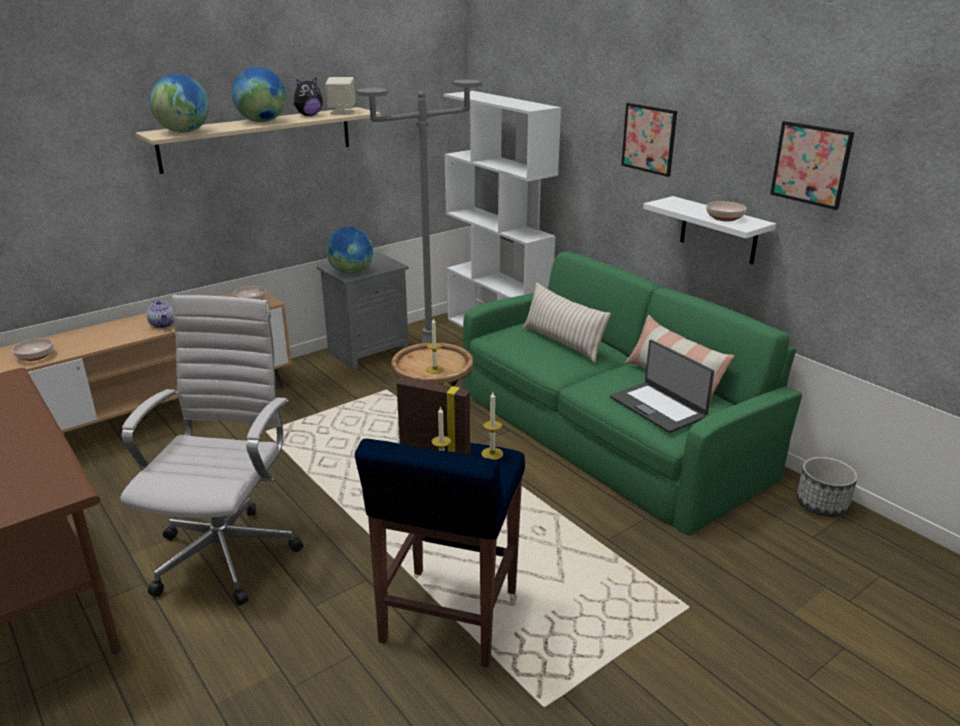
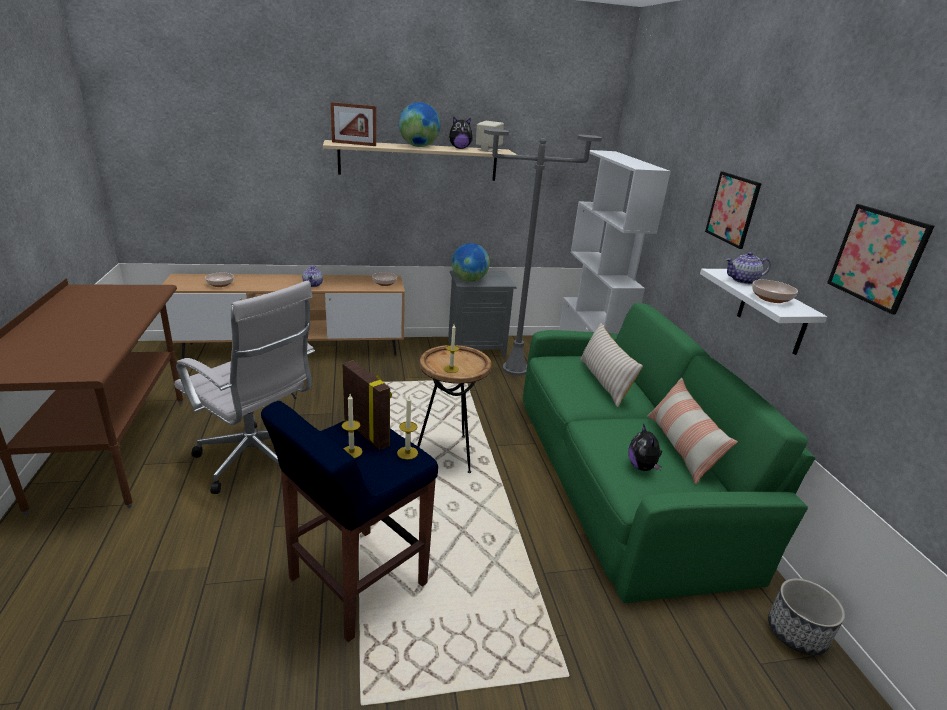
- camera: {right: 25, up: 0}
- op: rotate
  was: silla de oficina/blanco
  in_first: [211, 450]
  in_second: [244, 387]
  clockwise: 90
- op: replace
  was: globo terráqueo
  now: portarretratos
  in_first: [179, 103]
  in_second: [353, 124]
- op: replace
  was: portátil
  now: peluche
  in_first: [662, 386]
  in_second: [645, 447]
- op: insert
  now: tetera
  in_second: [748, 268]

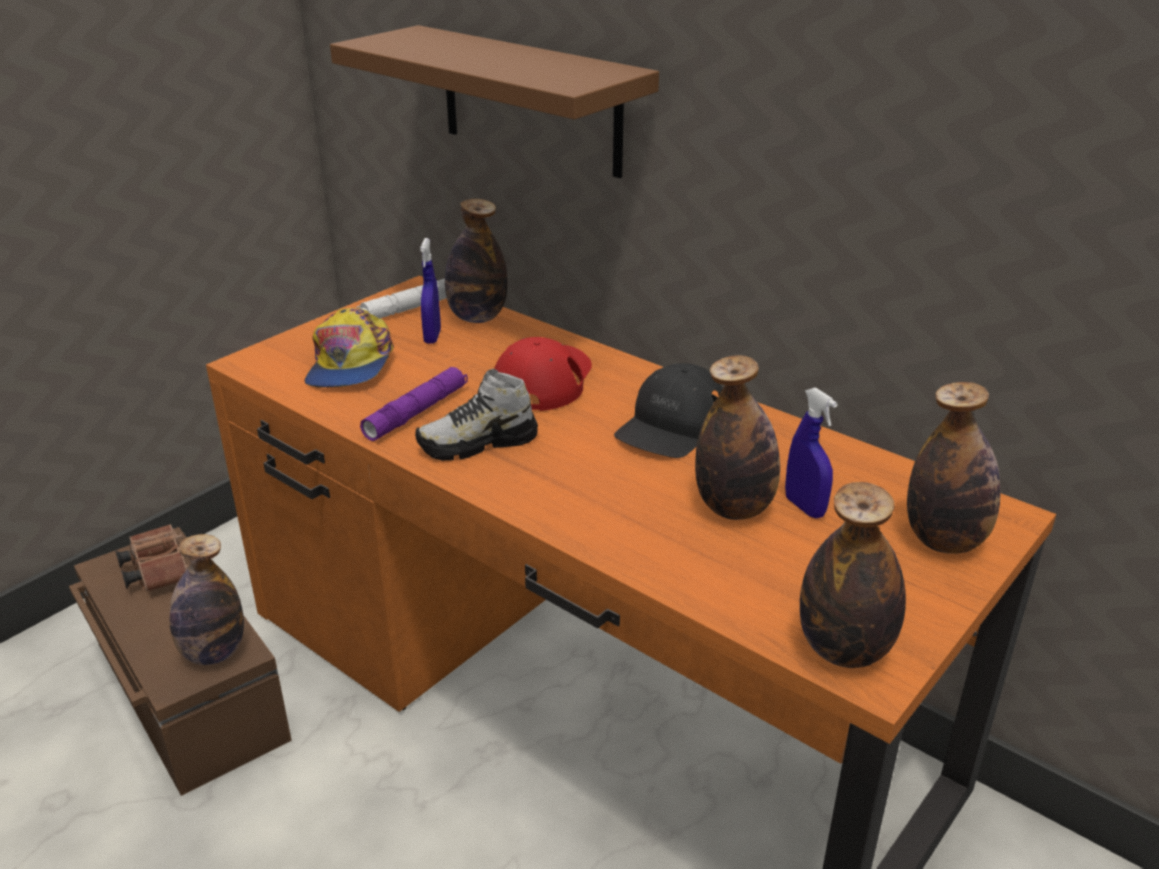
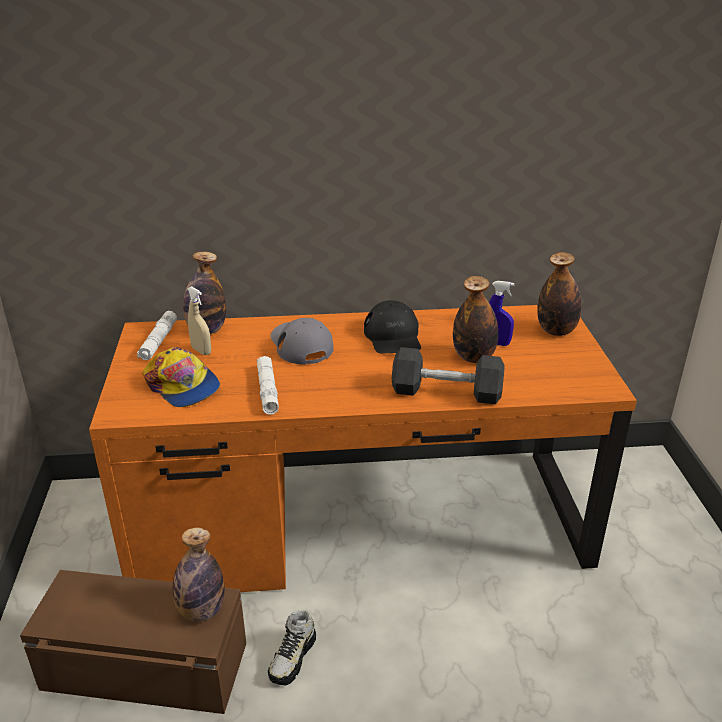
- camera: {right: -45, up: 0}
- op: recolor
  was: pulverizador/azul
  now: pulverizador/beis
  in_first: [430, 291]
  in_second: [199, 320]
- op: recolor
  was: linterna/morado
  now: linterna/blanco
  in_first: [414, 404]
  in_second: [268, 385]
- op: move
  was: zapato
  in_first: [476, 415]
  in_second: [292, 647]
- op: recolor
  was: gorra/rojo
  now: gorra/gris
  in_first: [543, 374]
  in_second: [302, 341]
- op: insert
  now: mancuerna/negro
  in_second: [448, 375]
- op: delete
  was: prismáticos/marrón
  in_first: [152, 557]
- op: delete
  was: estante/marrón
  in_first: [494, 101]
- op: delete
  was: botella
  in_first: [853, 575]

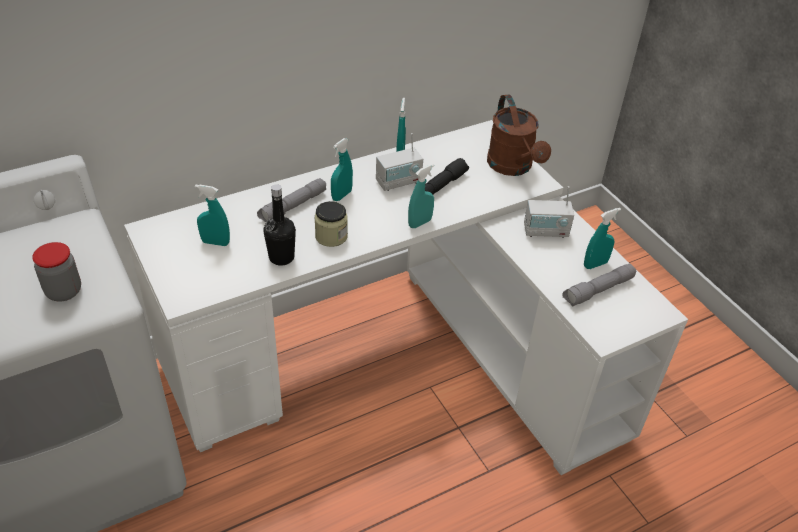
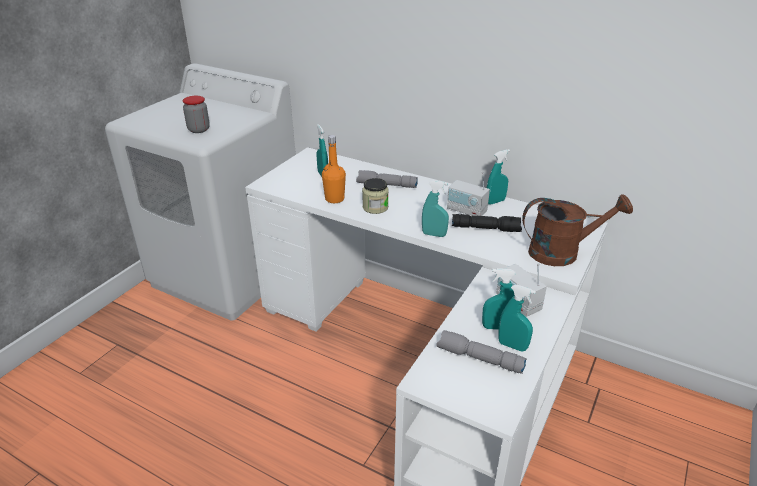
- camera: {right: 60, up: -10}
- op: recolor
  was: botella/negro
  now: botella/naranja
  in_first: [280, 225]
  in_second: [334, 169]
- op: move
  was: pulverizador/turquesa
  in_first: [342, 169]
  in_second: [499, 299]
- op: rotate
  was: regadera/marrón
  in_first: [519, 135]
  in_second: [577, 230]
  clockwise: -135

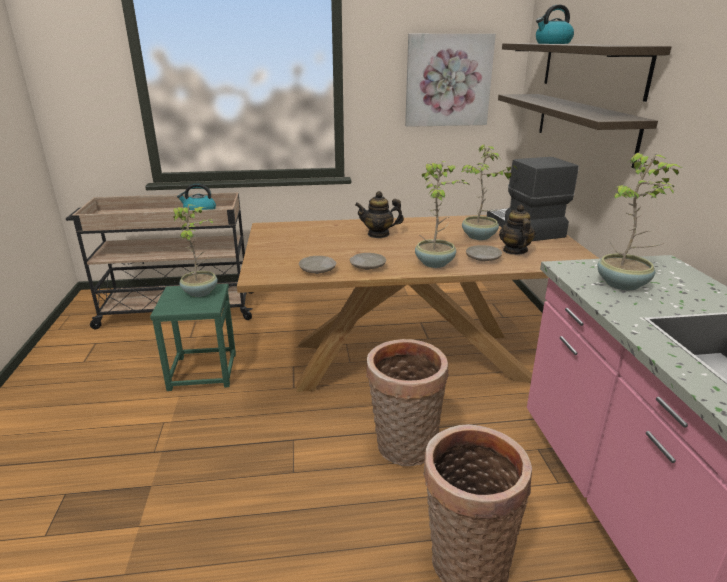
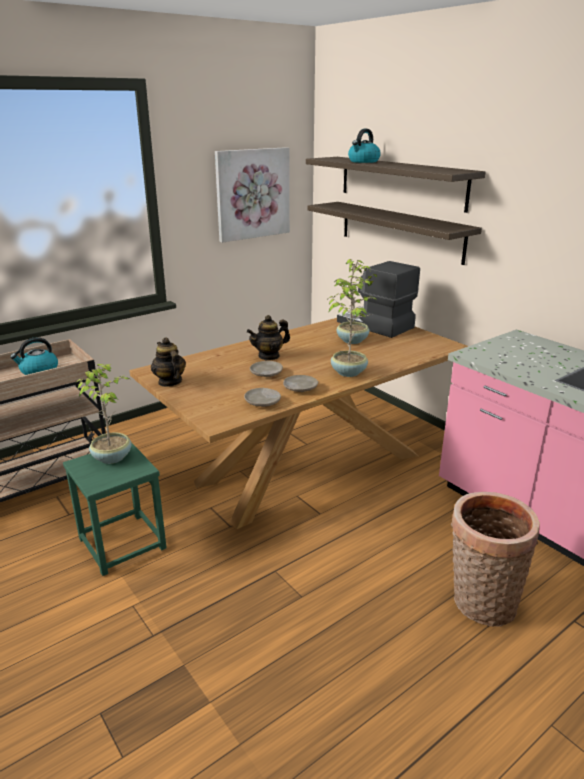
- camera: {right: -30, up: 0}
- op: move
  was: tetera
  in_first: [517, 230]
  in_second: [168, 362]
- op: move
  was: plato/beis
  in_first: [484, 253]
  in_second: [266, 369]
- op: delete
  was: cesta
  in_first: [407, 402]
- op: delete
  was: planta en maceta
  in_first: [640, 222]

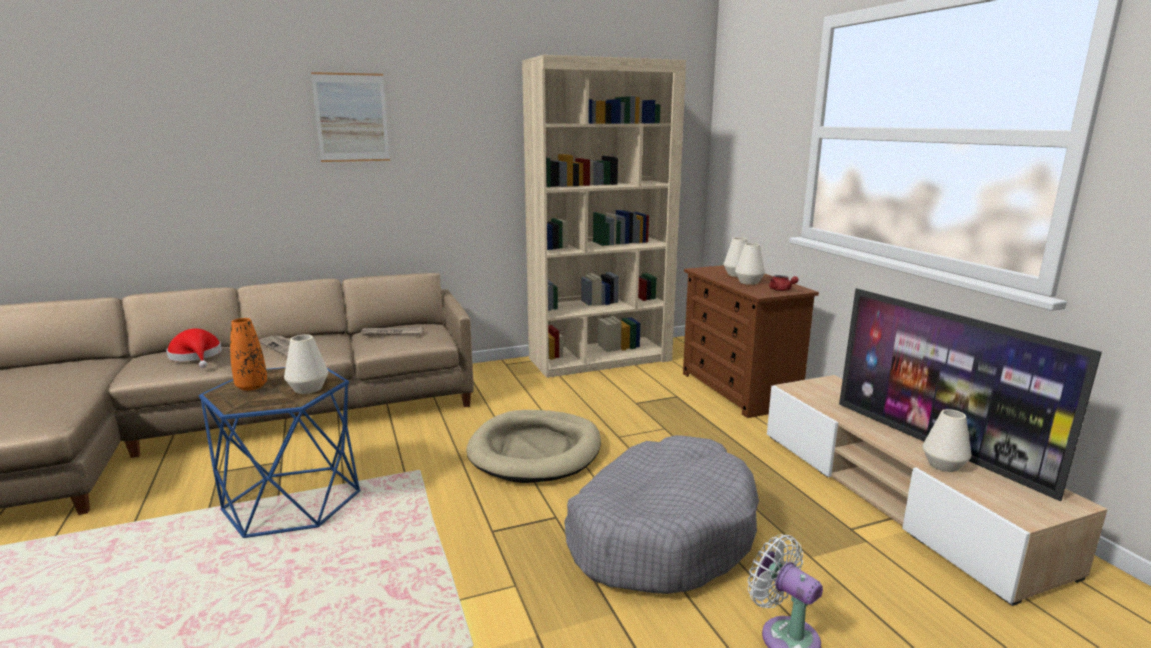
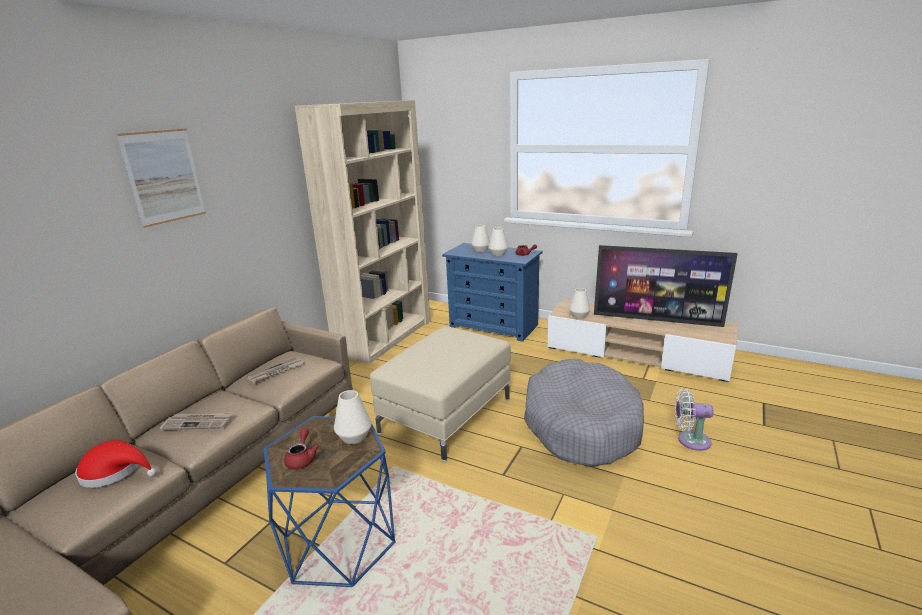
- camera: {right: -40, up: 5}
- op: replace
  was: florero/naranja
  now: tetera/rojo
  in_first: [248, 354]
  in_second: [301, 449]
- op: replace
  was: cama para perro/beis
  now: puf/beis
  in_first: [533, 446]
  in_second: [440, 394]
- op: recolor
  was: cómoda/marrón
  now: cómoda/azul
  in_first: [751, 341]
  in_second: [492, 292]
- op: move
  was: florero/blanco
  in_first: [947, 440]
  in_second: [579, 303]

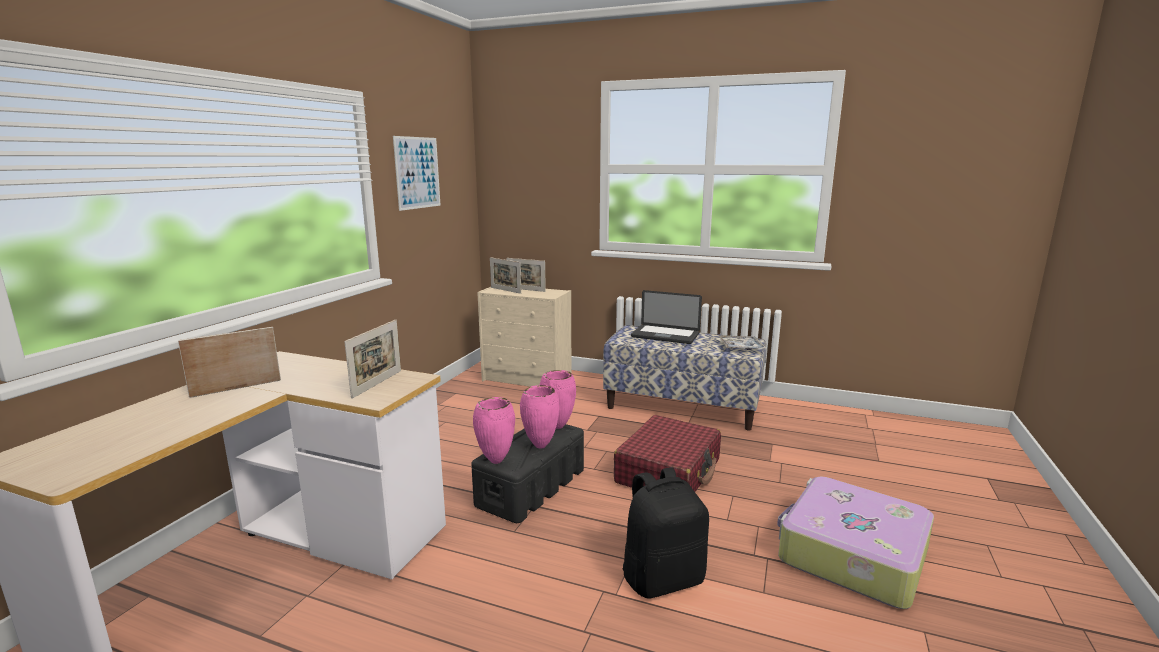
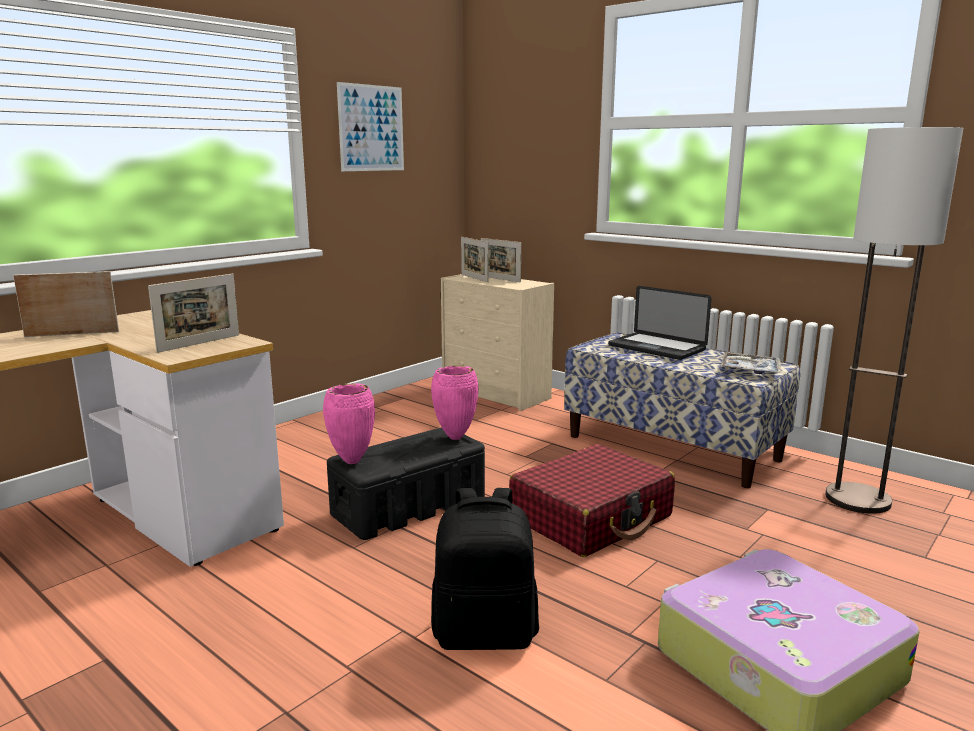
- camera: {right: 20, up: 0}
- op: insert
  now: lámpara de pie
  in_second: [894, 320]
- op: delete
  was: florero/rosa
  in_first: [540, 417]

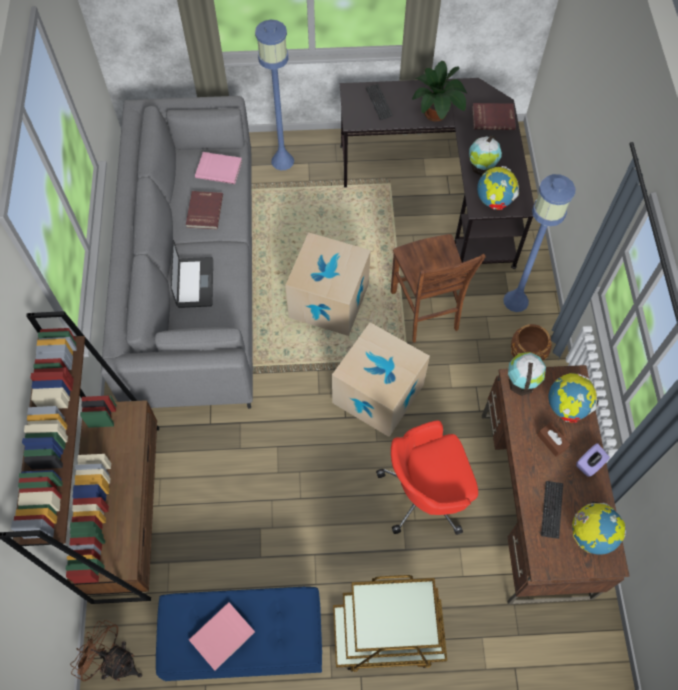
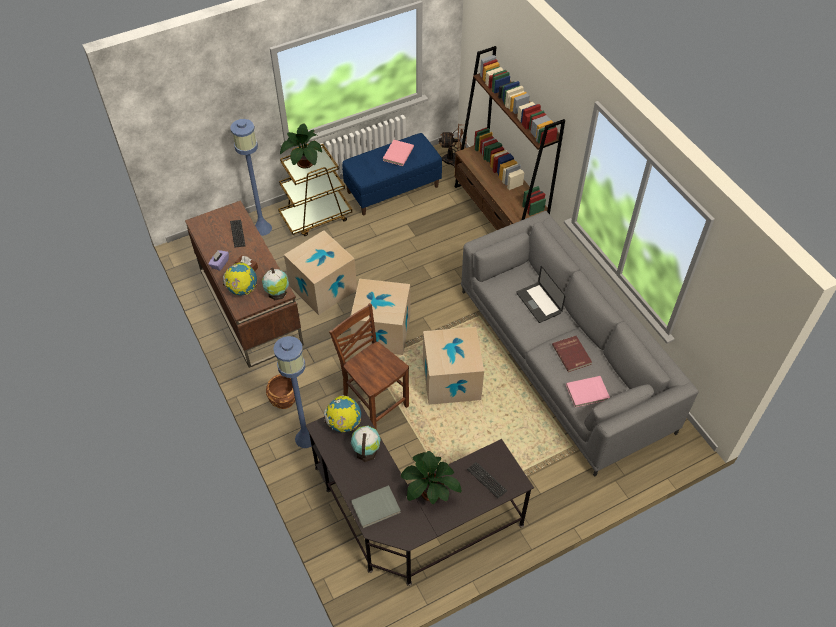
- camera: {right: 155, up: -10}
- op: move
  was: lámpara de pie/azul
  in_first: [274, 95]
  in_second: [251, 177]
- op: insert
  now: planta en maceta
  in_second: [301, 145]
- op: replace
  was: silla de oficina/rojo
  now: caja de cartón
  in_first: [427, 477]
  in_second: [320, 272]
- op: recolor
  was: libro/rojo
  now: libro/gris
  in_first: [494, 116]
  in_second: [376, 506]
- op: delete
  was: globo terráqueo
  in_first: [599, 528]

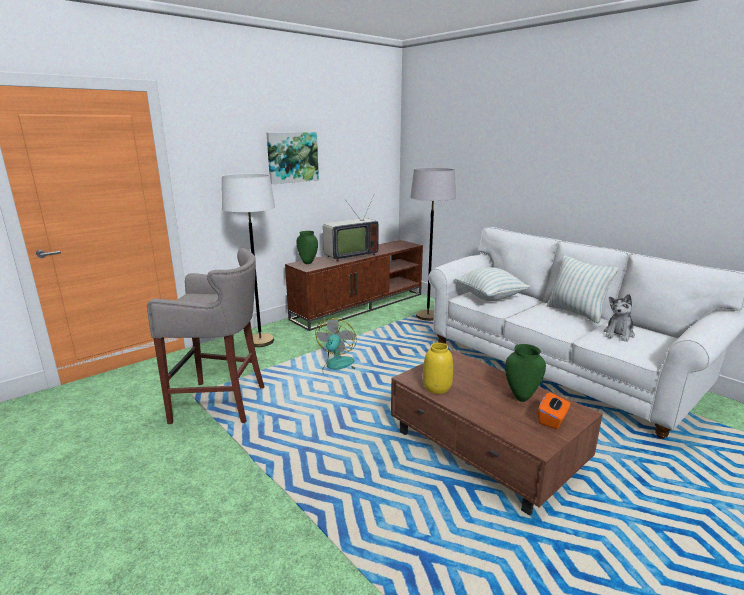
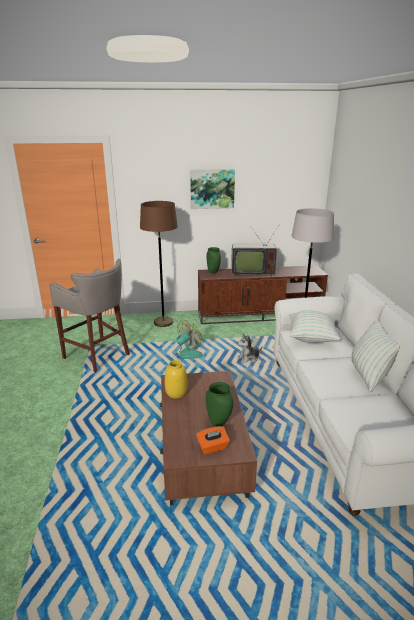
- camera: {right: 35, up: 5}
- op: recolor
  was: lámpara de pie/blanco
  now: lámpara de pie/marrón
  in_first: [248, 260]
  in_second: [159, 264]
- op: move
  was: peluche
  in_first: [619, 318]
  in_second: [249, 348]

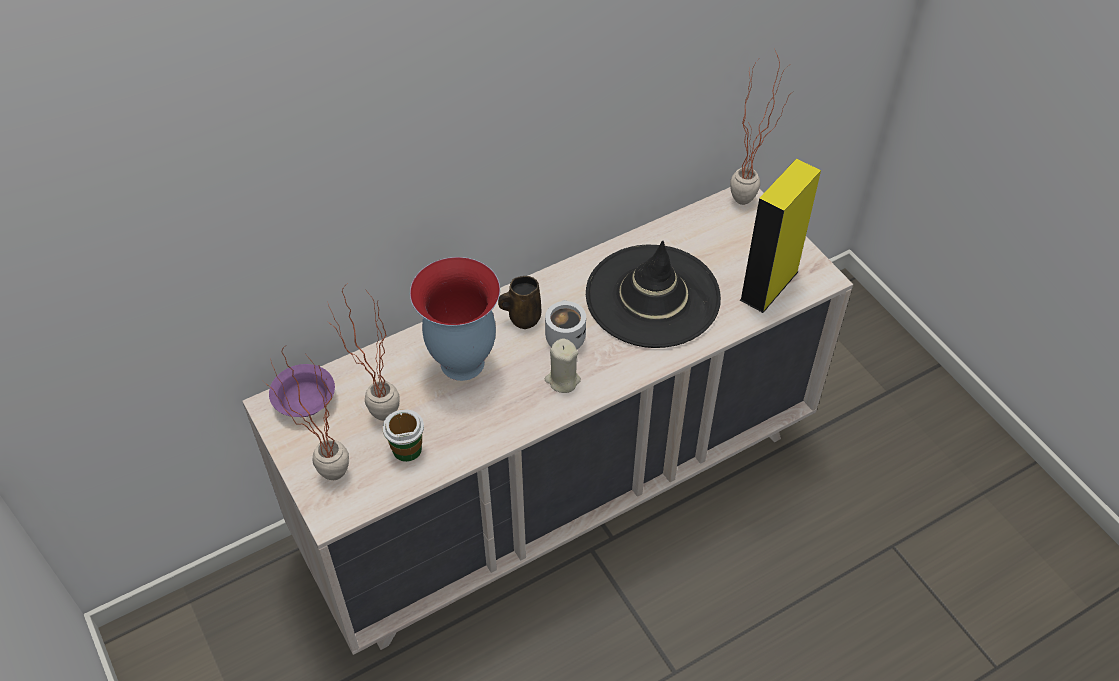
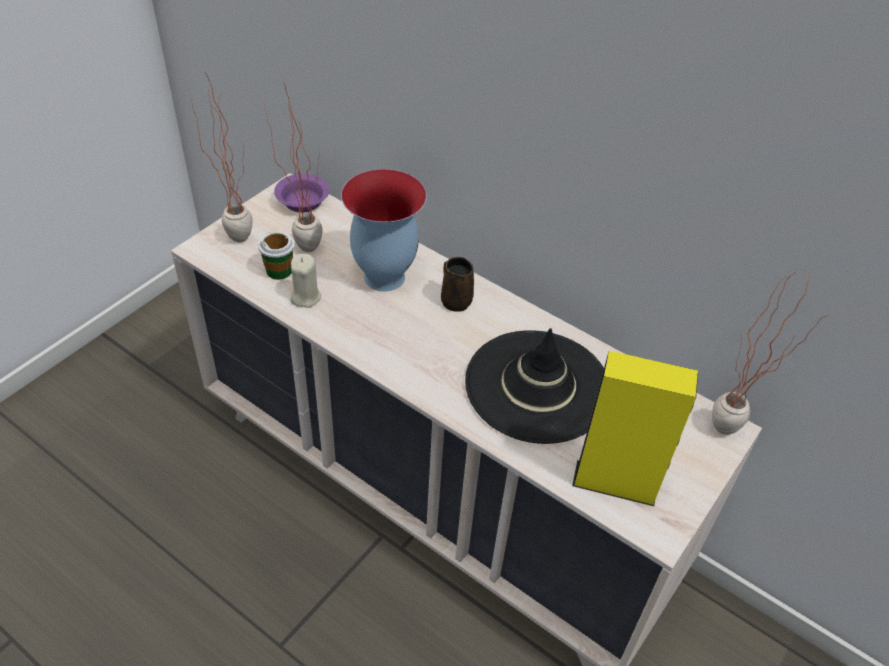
- camera: {right: 65, up: -5}
- op: move
  was: vela/beis
  in_first: [563, 365]
  in_second: [305, 281]
- op: delete
  was: taza grande/blanco
  in_first: [565, 324]

